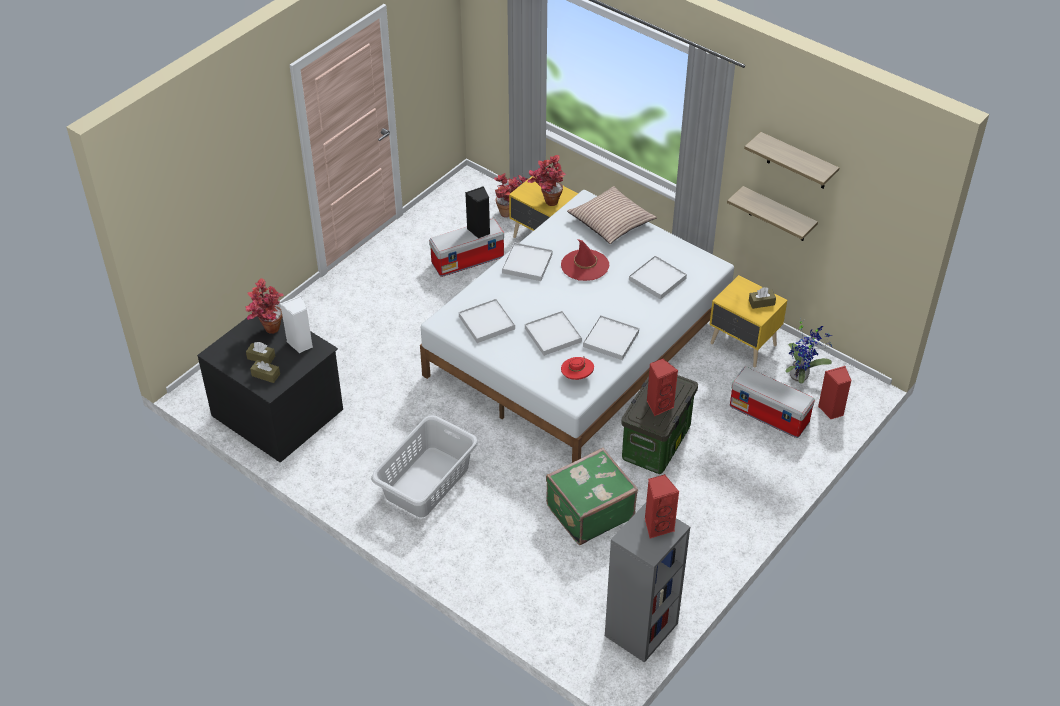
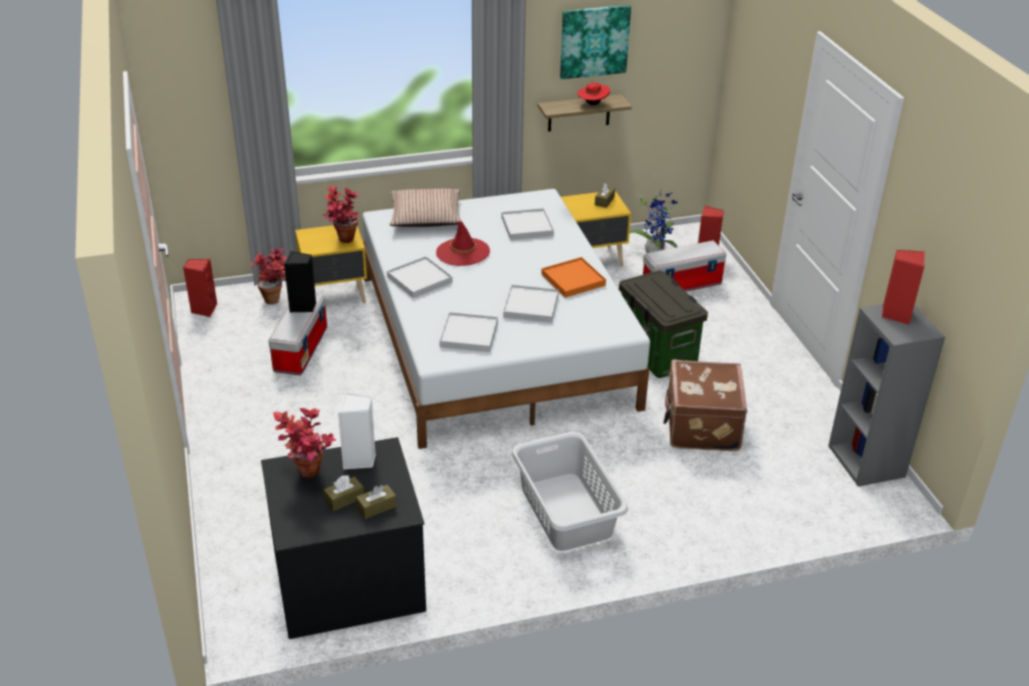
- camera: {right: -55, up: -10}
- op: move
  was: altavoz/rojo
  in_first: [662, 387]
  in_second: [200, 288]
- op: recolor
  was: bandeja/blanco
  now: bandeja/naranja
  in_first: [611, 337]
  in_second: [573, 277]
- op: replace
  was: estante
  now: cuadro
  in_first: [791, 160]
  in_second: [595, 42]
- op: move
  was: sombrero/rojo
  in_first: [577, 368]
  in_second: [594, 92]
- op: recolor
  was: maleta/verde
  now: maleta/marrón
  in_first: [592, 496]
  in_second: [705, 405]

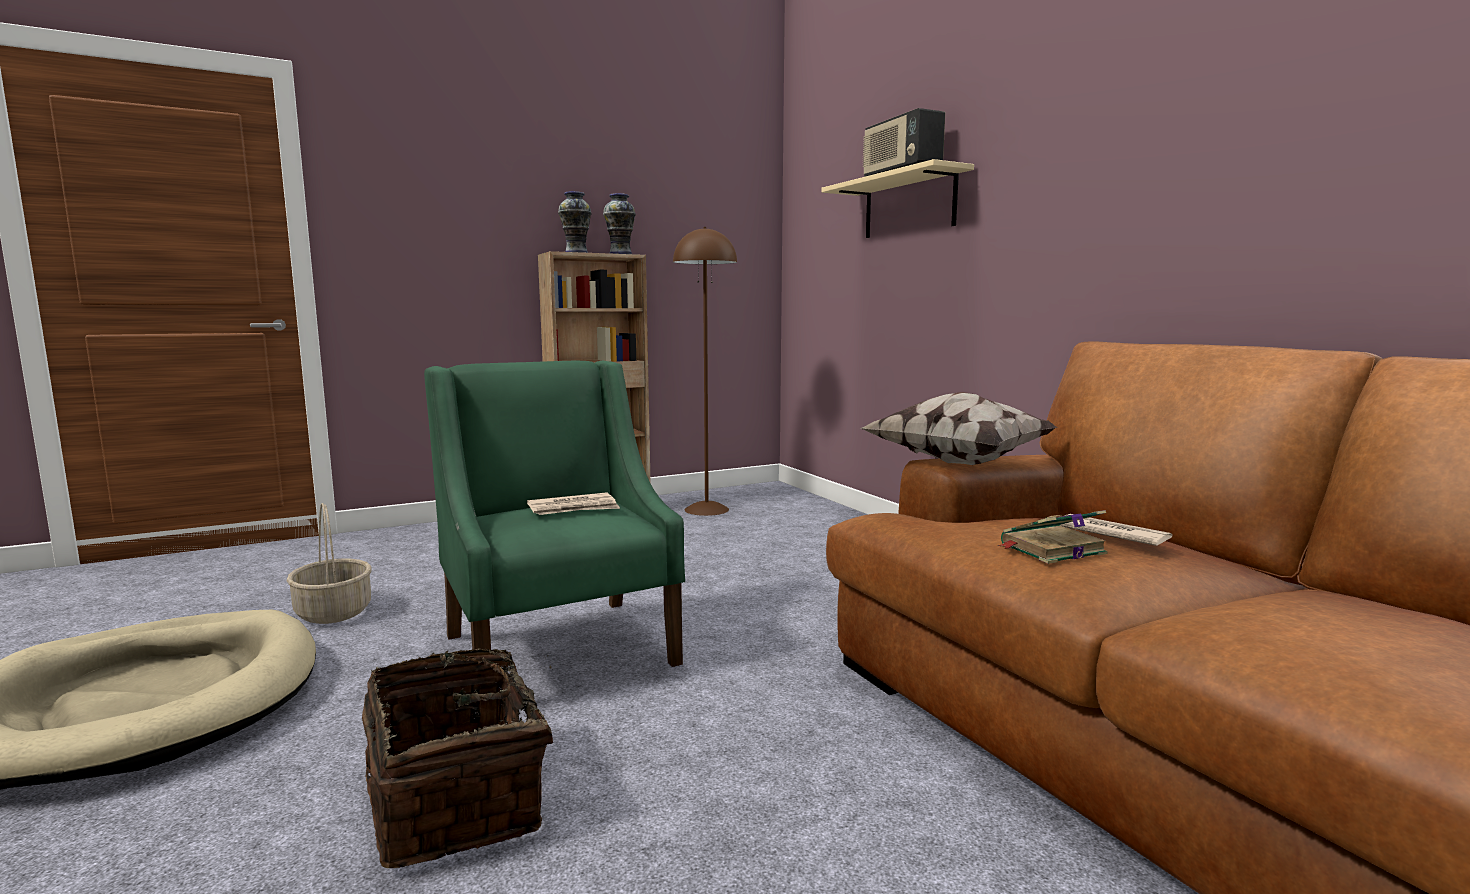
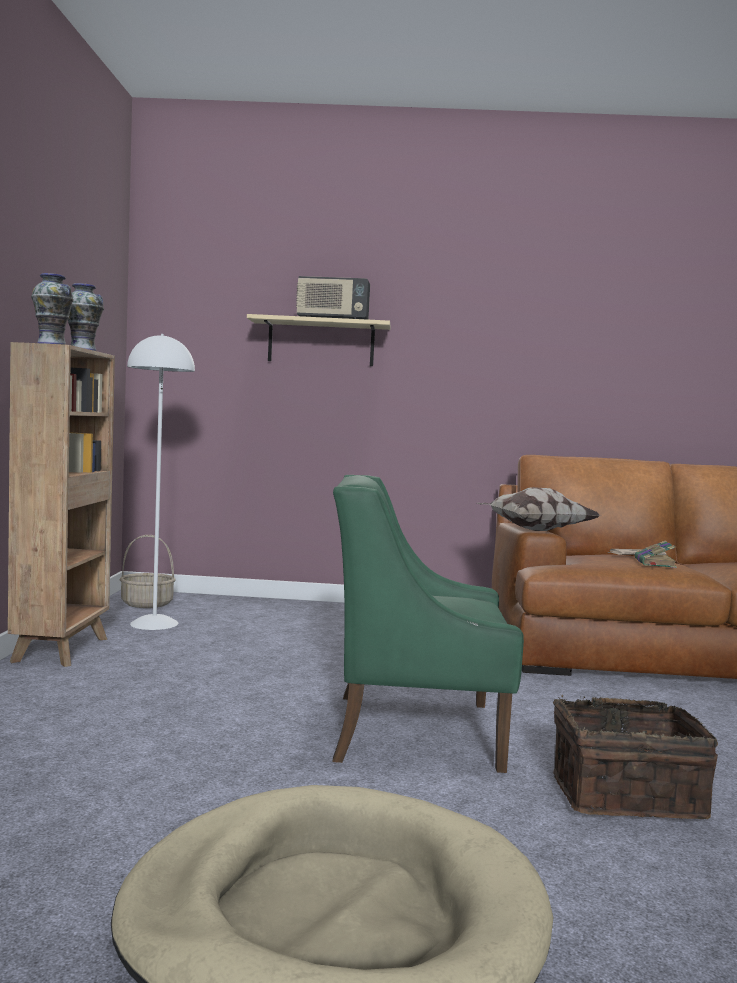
- camera: {right: -60, up: -5}
- op: move
  was: cesta
  in_first: [329, 563]
  in_second: [147, 571]
- op: recolor
  was: lámpara de pie/marrón
  now: lámpara de pie/blanco
  in_first: [705, 371]
  in_second: [161, 482]
- op: delete
  was: periódico
  in_first: [573, 503]

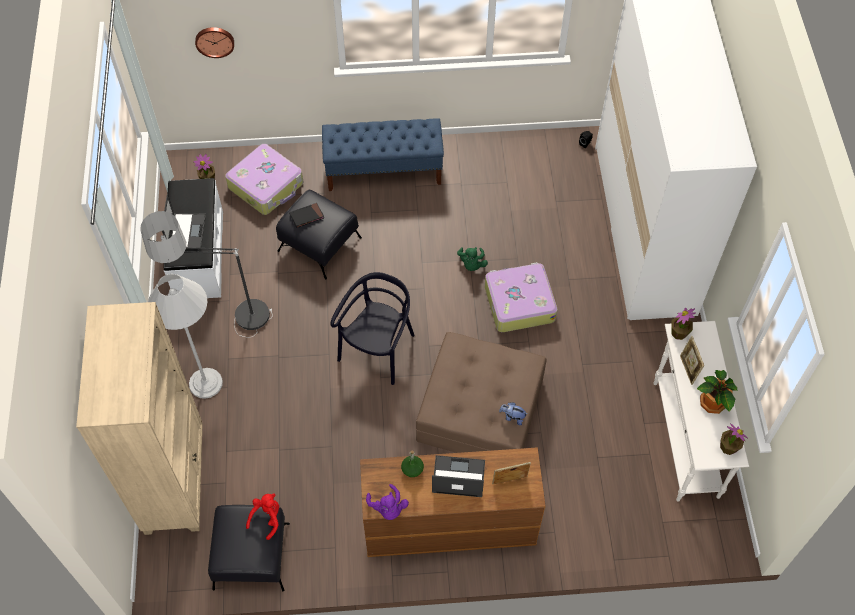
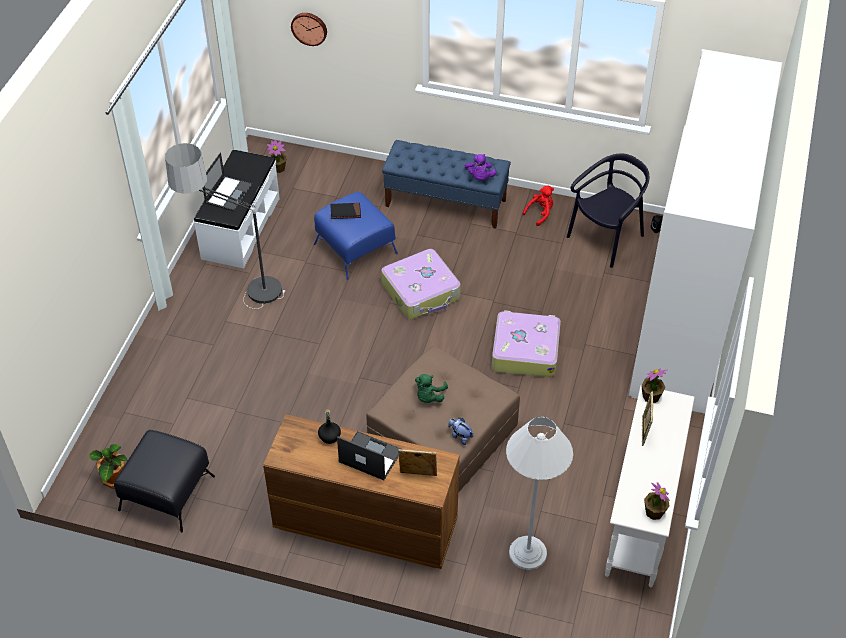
- camera: {right: 20, up: -10}
- op: move
  was: planta en maceta
  in_first: [717, 392]
  in_second: [108, 466]
- op: recolor
  was: puf/negro
  now: puf/azul
  in_first: [319, 235]
  in_second: [356, 236]
- op: recolor
  was: botella/verde
  now: botella/negro
  in_first: [412, 463]
  in_second: [329, 426]
- op: move
  was: maleta
  in_first: [264, 179]
  in_second: [421, 284]
- op: move
  was: peluche/verde
  in_first: [472, 259]
  in_second: [431, 388]
- op: move
  was: peluche/morado
  in_first: [387, 502]
  in_second: [480, 167]
- op: move
  was: lámpara de pie/blanco
  in_first: [185, 336]
  in_second: [539, 493]
- op: move
  was: peluche/rojo
  in_first: [262, 516]
  in_second: [538, 205]
- op: move
  was: silla/negro
  in_first: [372, 328]
  in_second: [608, 210]
- op: delete
  was: estantería/beis
  in_first: [139, 418]

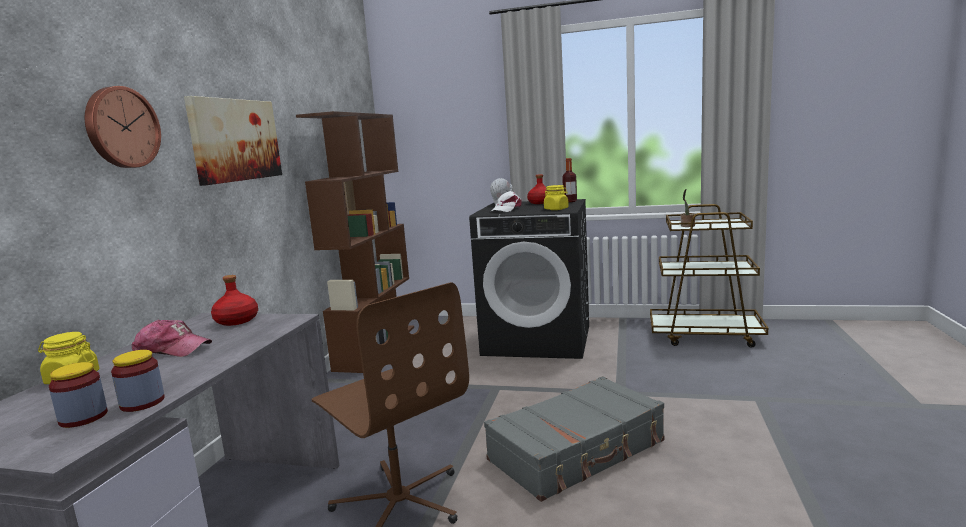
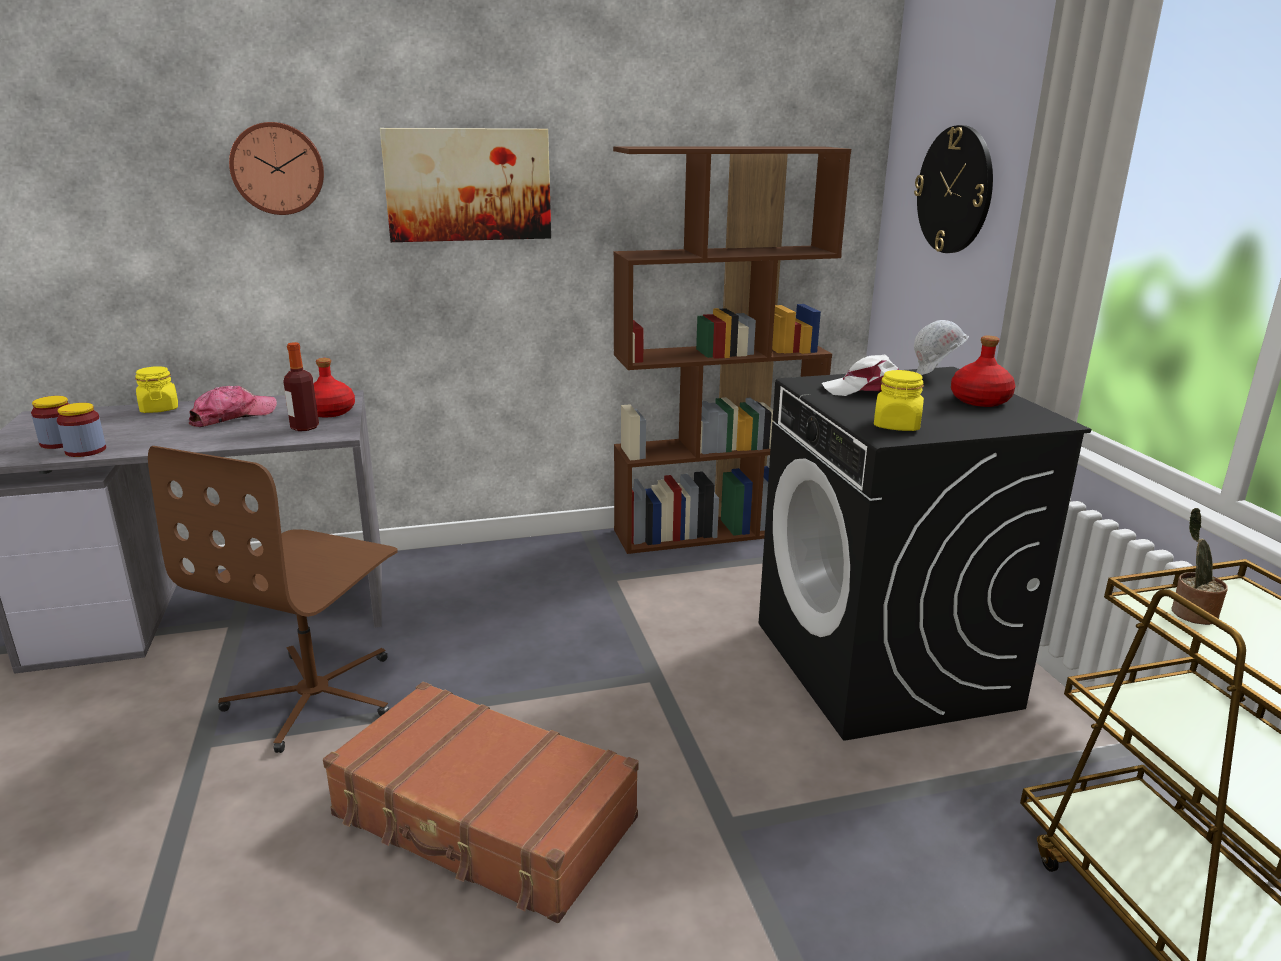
- camera: {right: 60, up: 10}
- op: rotate
  was: gorra
  in_first: [171, 338]
  in_second: [233, 406]
  clockwise: -120
- op: move
  was: botella
  in_first: [569, 180]
  in_second: [301, 386]
- op: recolor
  was: maleta/gris
  now: maleta/marrón
  in_first: [574, 439]
  in_second: [481, 802]
- op: insert
  now: reloj de pared
  in_second: [953, 189]

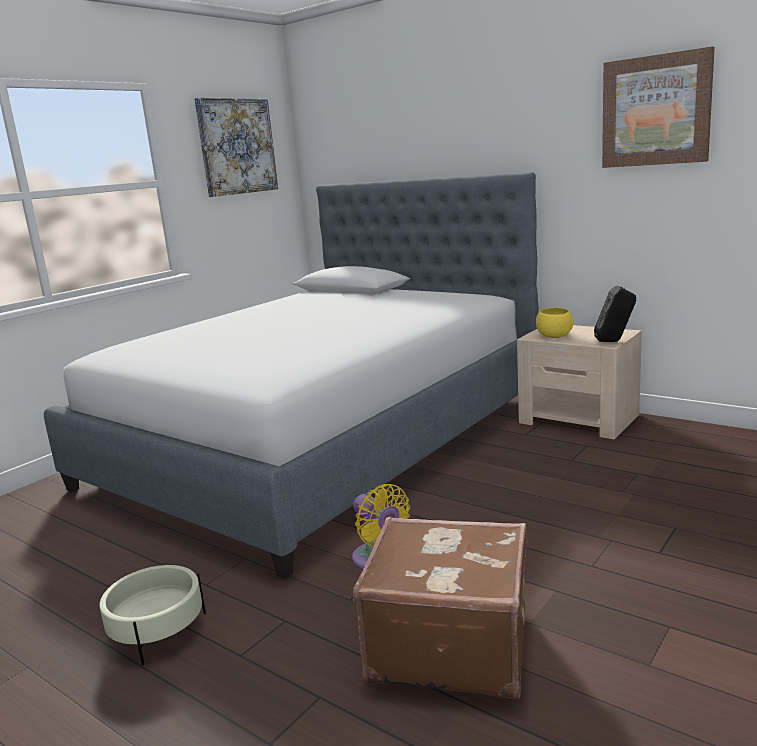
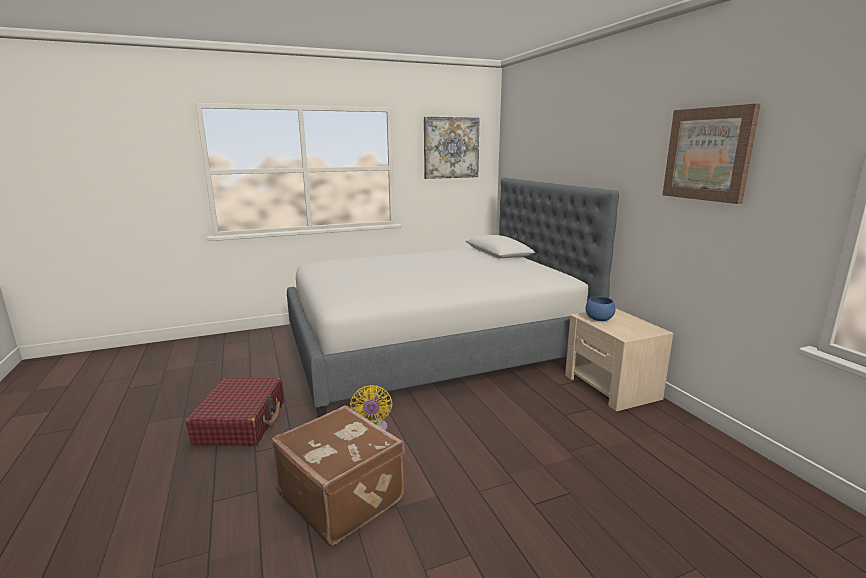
- camera: {right: 30, up: 0}
- op: replace
  was: maceta/beis
  now: maleta/rojo
  in_first: [152, 615]
  in_second: [235, 412]
- op: recolor
  was: cuenco/amarillo
  now: cuenco/azul
  in_first: [554, 323]
  in_second: [600, 309]
- op: delete
  was: altavoz/negro
  in_first: [615, 314]

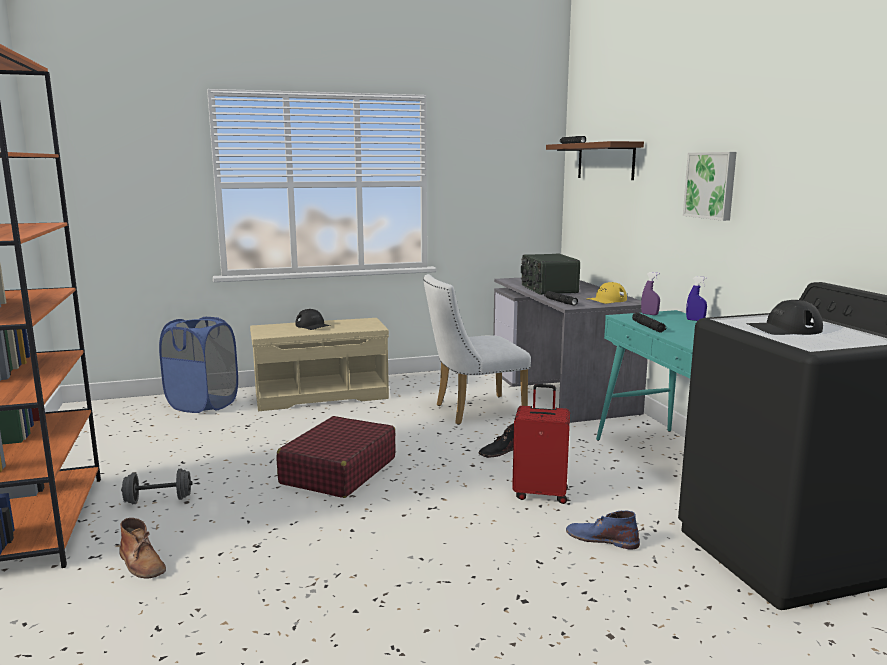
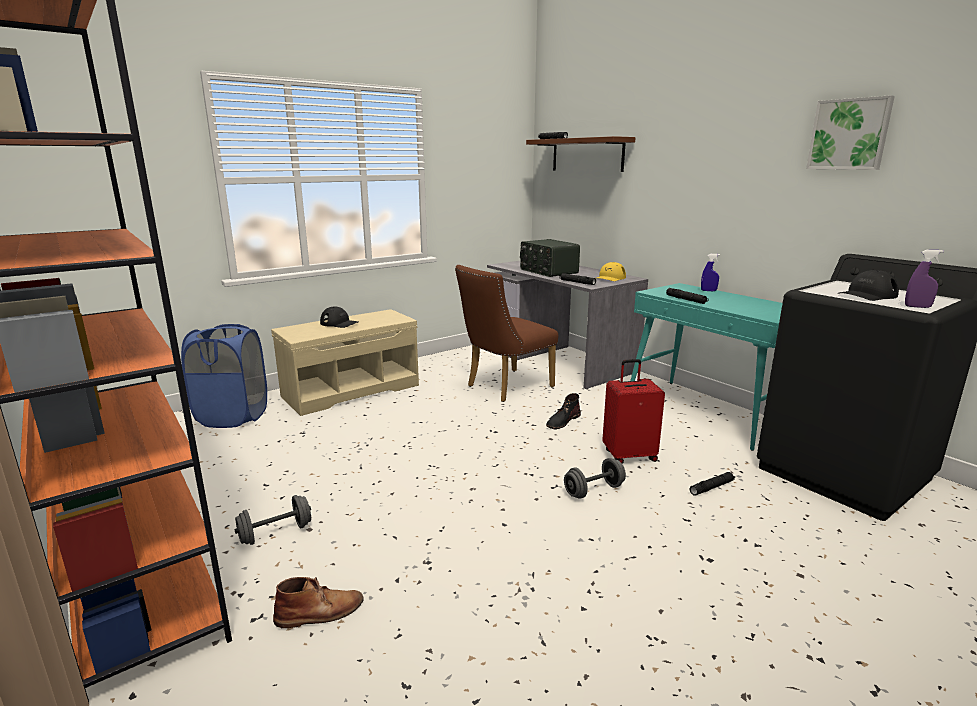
- camera: {right: -20, up: 5}
- op: rotate
  was: bota/marrón
  in_first: [142, 548]
  in_second: [318, 602]
  clockwise: -45
- op: recolor
  was: silla/blanco
  now: silla/marrón
  in_first: [477, 349]
  in_second: [506, 333]
- op: insert
  now: mancuerna/gris
  in_second: [595, 478]
- op: replace
  was: bota/azul
  now: linterna/negro
  in_first: [603, 530]
  in_second: [712, 484]
- op: move
  was: cuadro
  in_first: [710, 186]
  in_second: [850, 132]
- op: move
  was: pulverizador/morado
  in_first: [650, 293]
  in_second: [924, 279]
- op: delete
  was: maleta/rojo
  in_first: [336, 457]

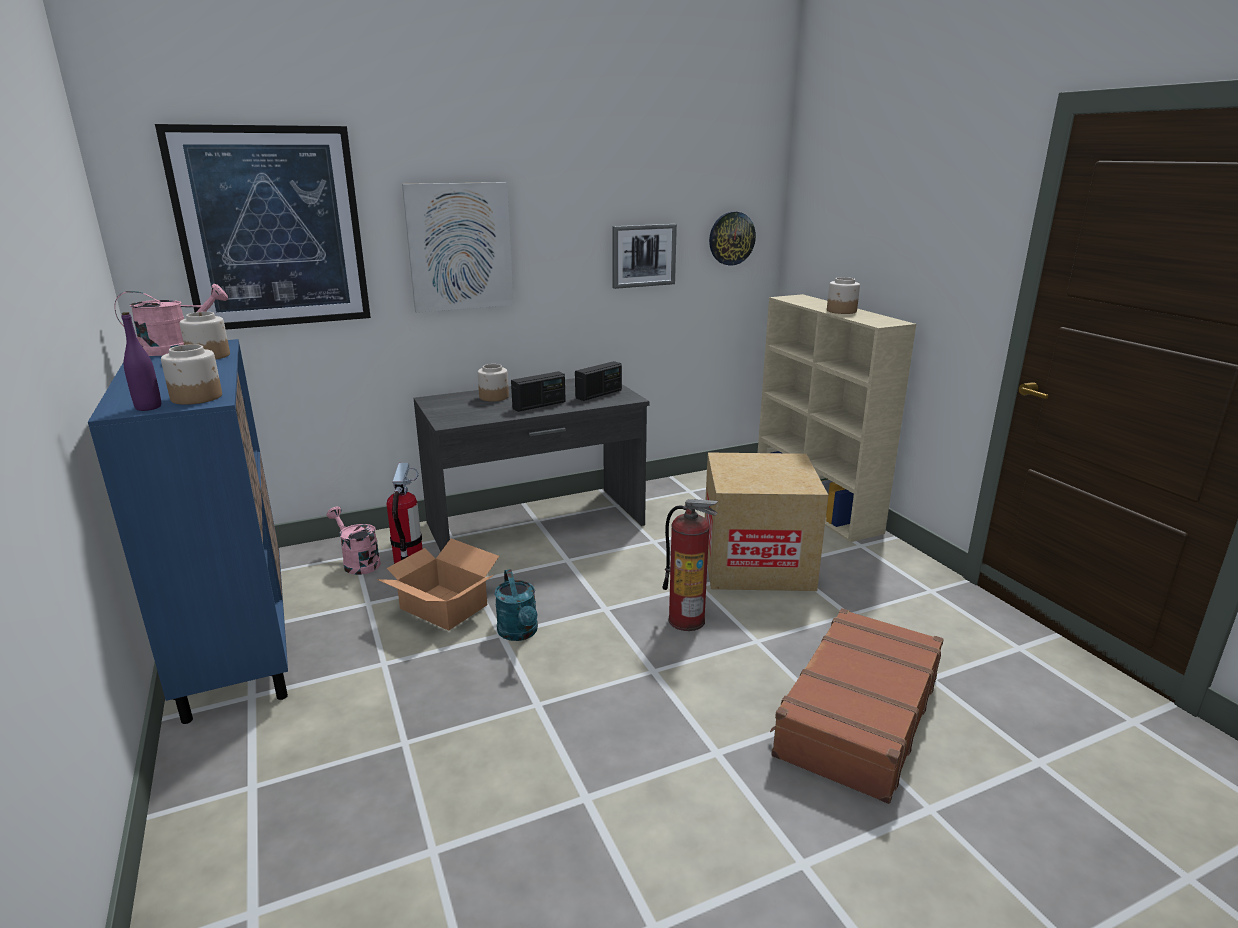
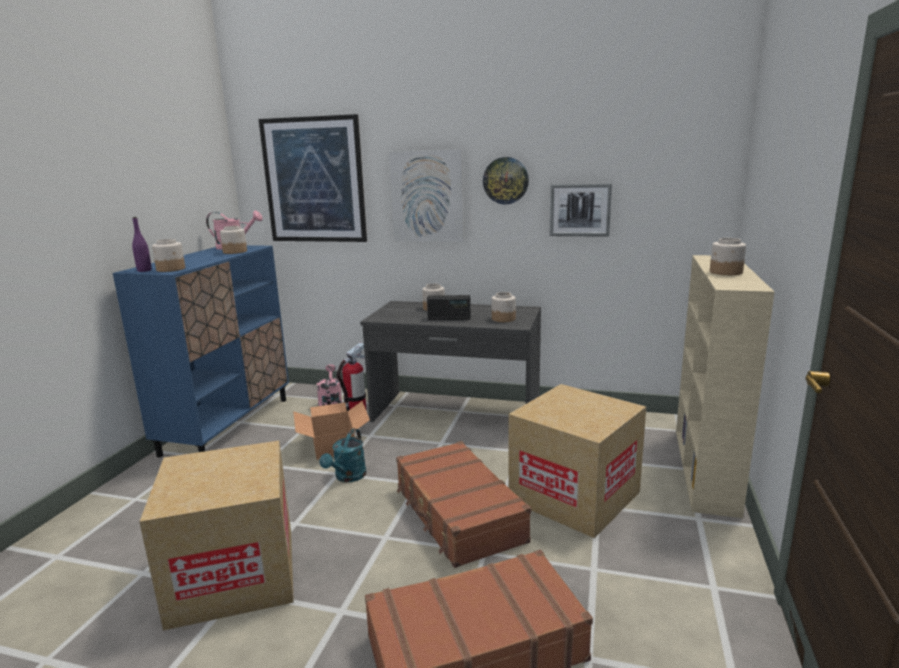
- camera: {right: 40, up: -5}
- op: insert
  now: caja de cartón
  in_second: [216, 536]
- op: replace
  was: extintor
  now: maleta/marrón
  in_first: [690, 565]
  in_second: [463, 504]
- op: move
  was: reloj de pared
  in_first: [732, 239]
  in_second: [506, 180]
- op: replace
  was: radio
  now: tarro
  in_first: [598, 381]
  in_second: [504, 307]

